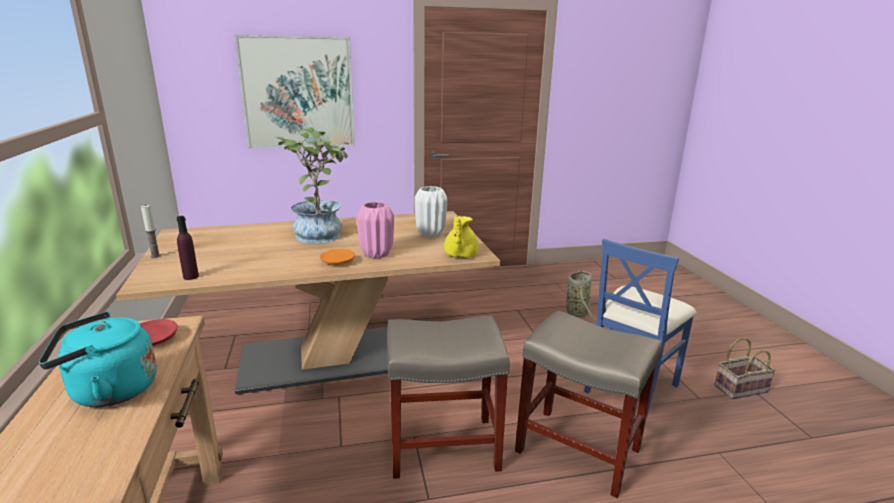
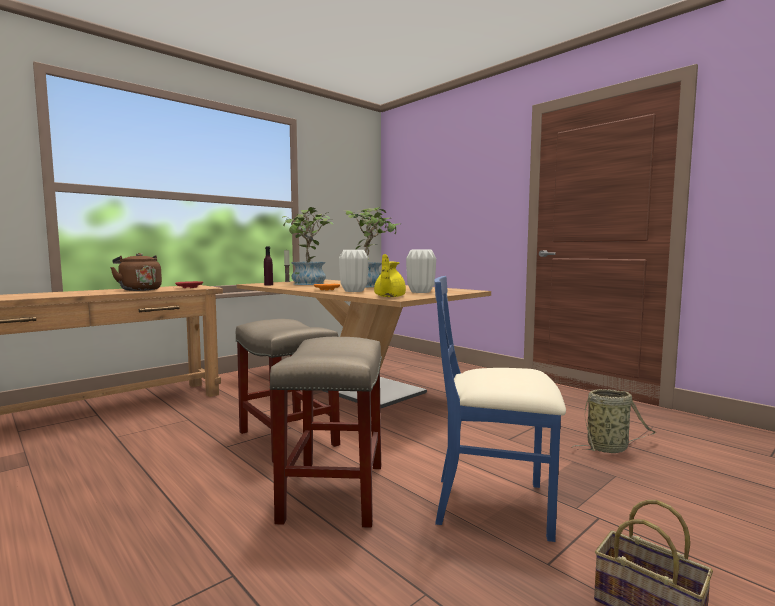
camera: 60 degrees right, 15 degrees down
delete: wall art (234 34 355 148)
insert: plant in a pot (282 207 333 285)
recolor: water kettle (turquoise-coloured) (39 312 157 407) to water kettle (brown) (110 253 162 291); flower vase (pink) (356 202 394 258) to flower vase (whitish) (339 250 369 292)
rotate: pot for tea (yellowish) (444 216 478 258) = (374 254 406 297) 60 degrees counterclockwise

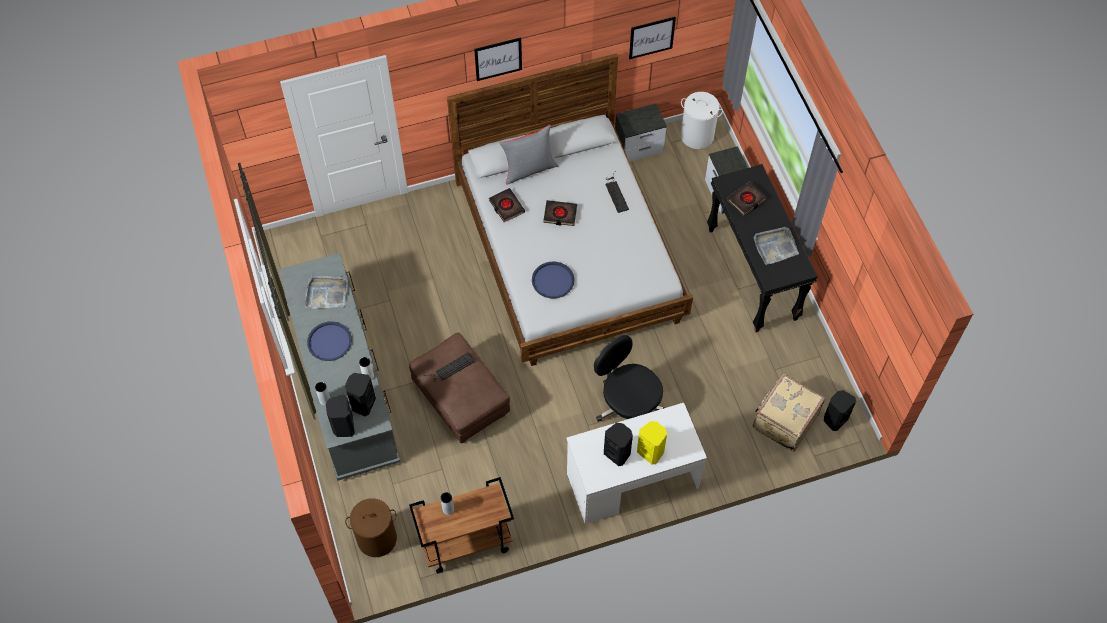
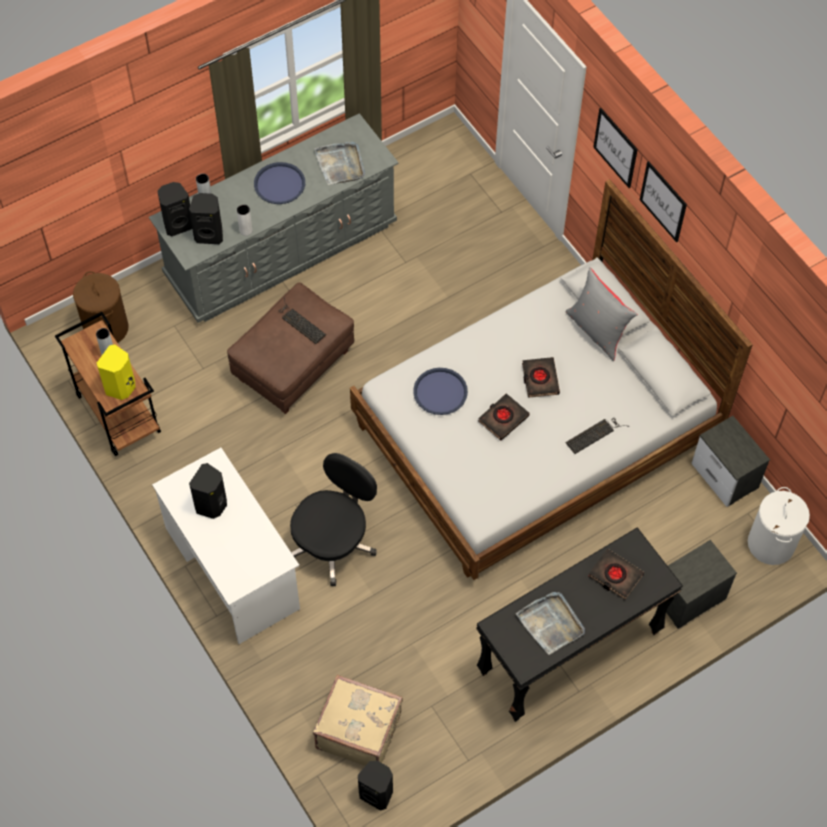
camera: 75 degrees right, 0 degrees up
move: audio speaker (yellowish) (637 421 667 464) to (97 345 135 400); book (black) (489 188 525 222) to (478 393 529 441); wall art (629 17 676 59) to (593 108 638 188)

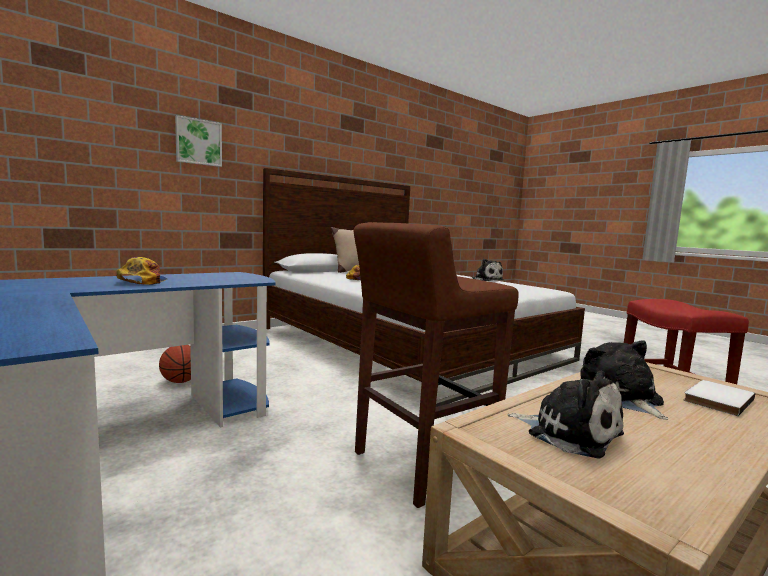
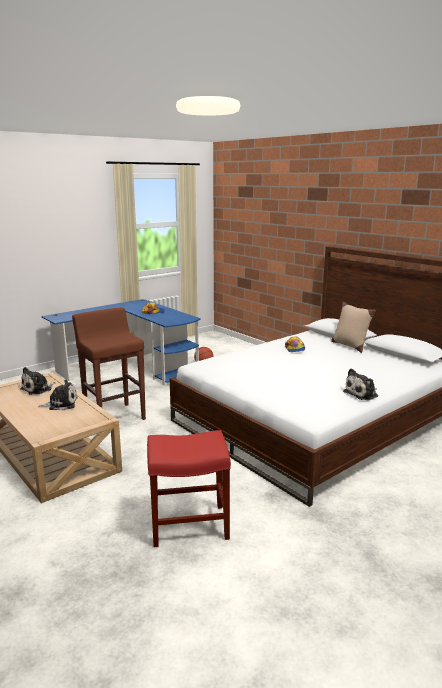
camera: 90 degrees right, 10 degrees up
delete: wall art (175 115 222 167); book (whitish) (684 380 755 416)

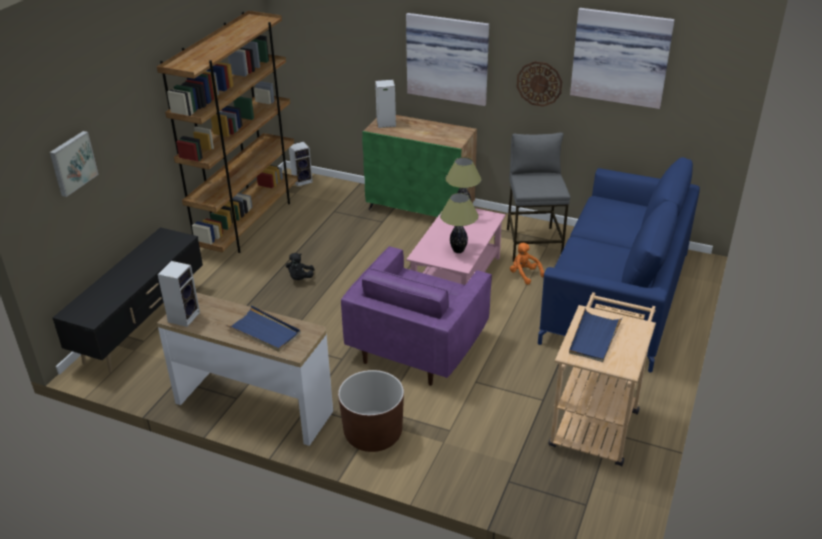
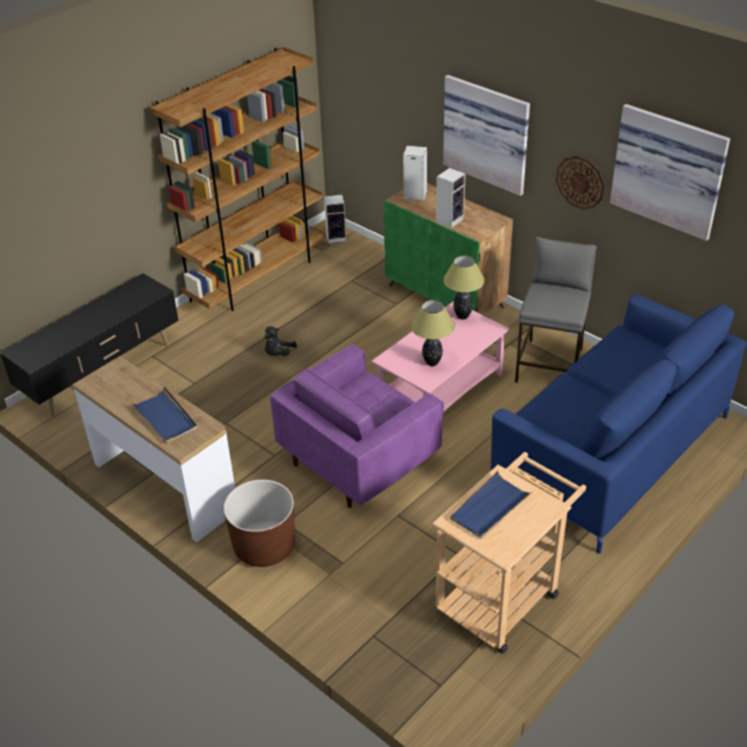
camera: 20 degrees right, 5 degrees up
delete: wall art (49 131 99 197); soft toy (orangey) (510 243 544 285)
move: audio speaker (158 261 200 327) to (436 168 466 228)

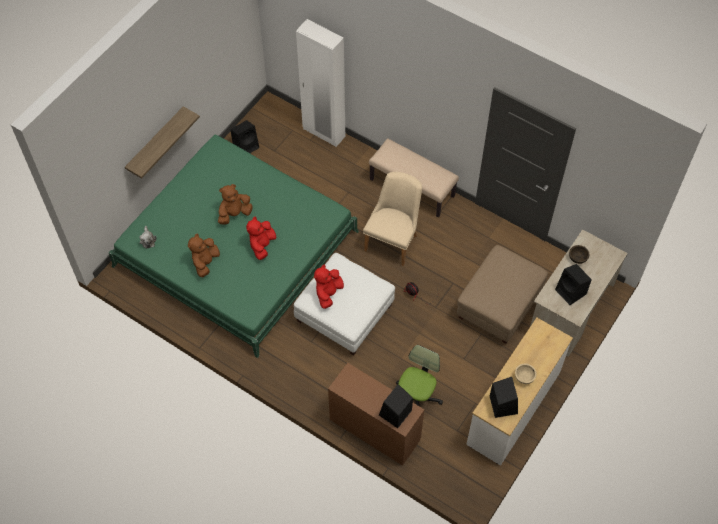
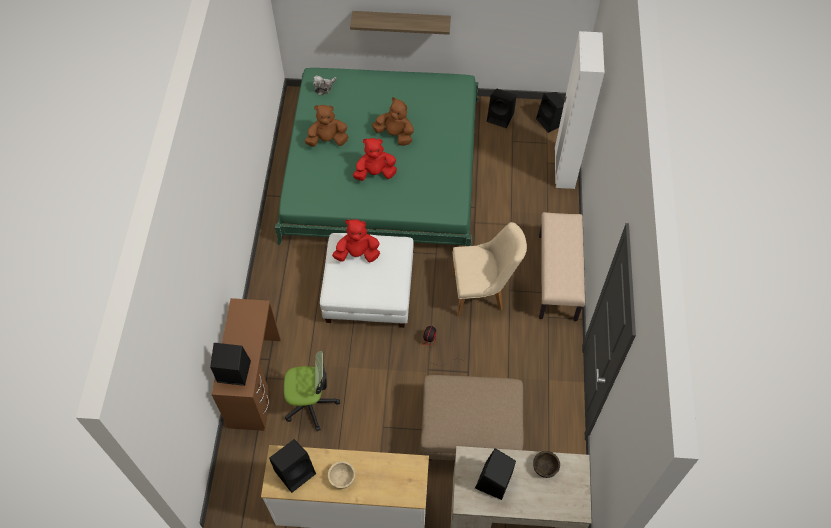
camera: 60 degrees right, 0 degrees up
insert: audio speaker (black) (536 92 564 133)

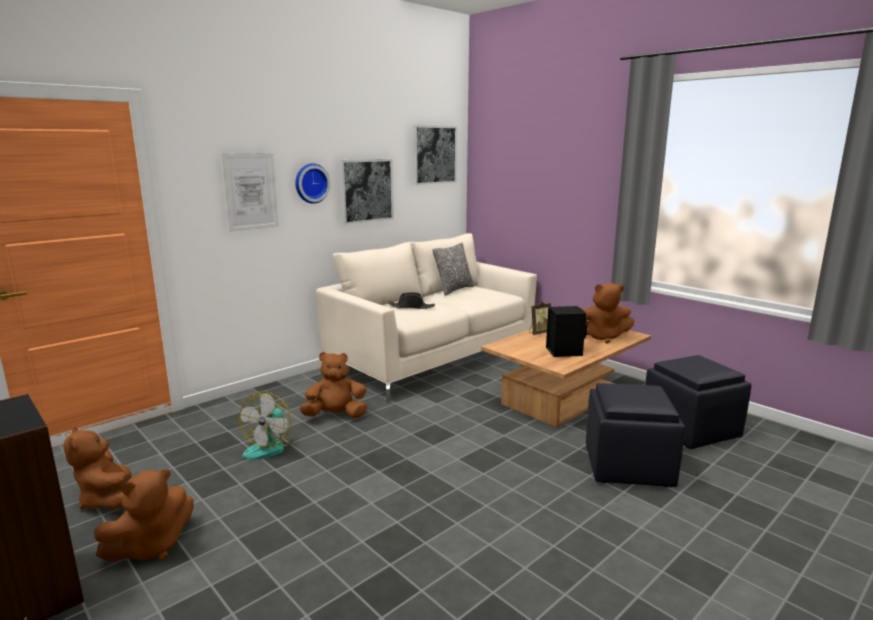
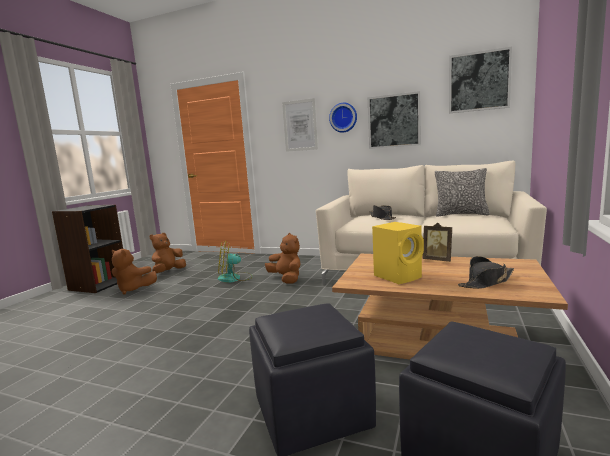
camera: 65 degrees right, 5 degrees down
replace: soft toy (brown) (581 283 634 343) to hat (black) (458 256 514 289)
recolor: audio speaker (black) (546 306 587 357) to audio speaker (yellowish) (372 222 424 284)

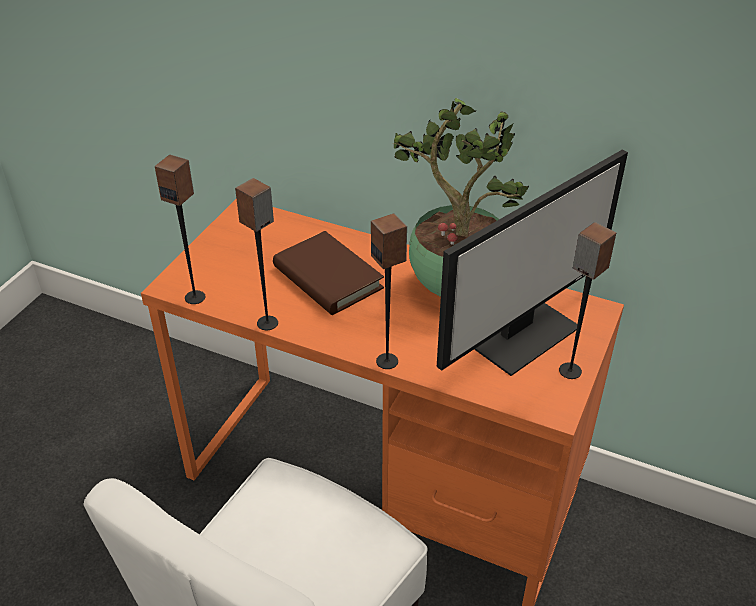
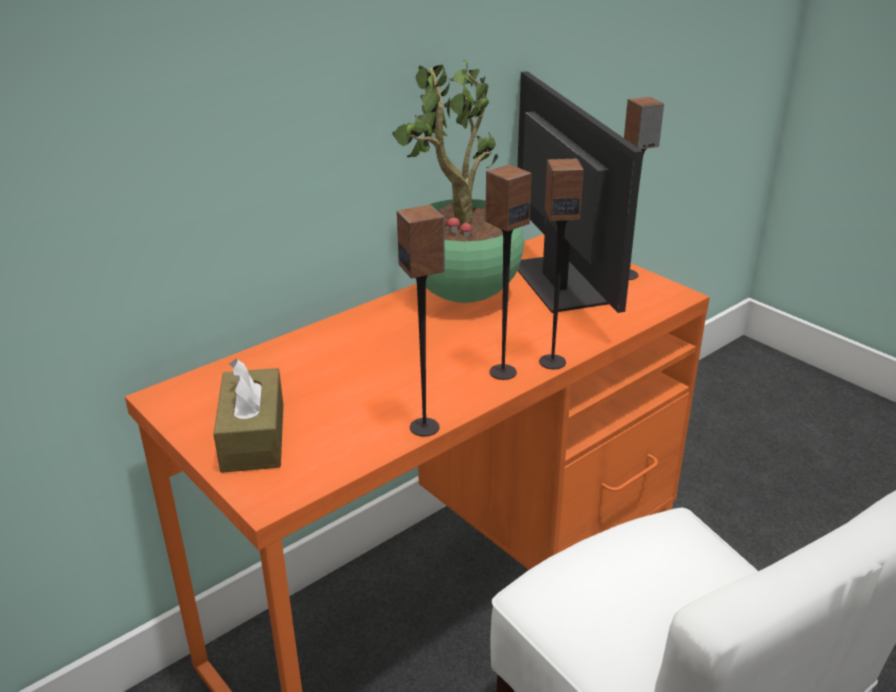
camera: 65 degrees left, 10 degrees down
delete: book (brown) (273 231 384 315)
insert: tissue box (brown) (214 358 283 473)
move: audio speaker (155 155 206 304) to (485 164 532 380)

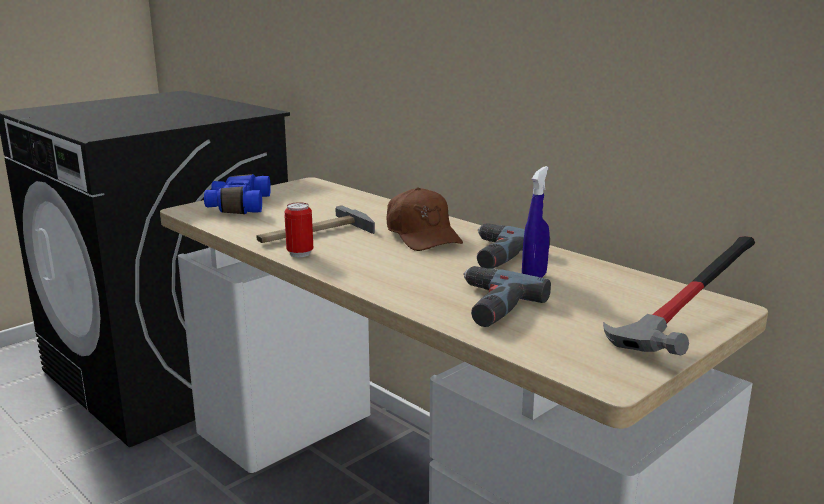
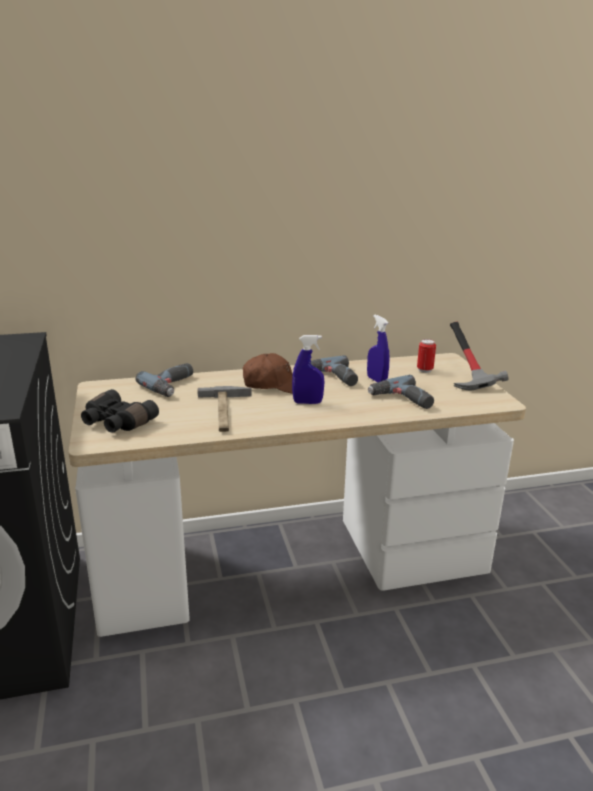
camera: 60 degrees left, 5 degrees up
insert: drill (135 363 193 397); spray bottle (blue-coloured) (292 335 325 404)
move: sealed can (285 202 313 257) to (417 339 436 373)
recolor: field glasses (blue-coloured) (204 174 271 214) to field glasses (black) (81 389 159 433)

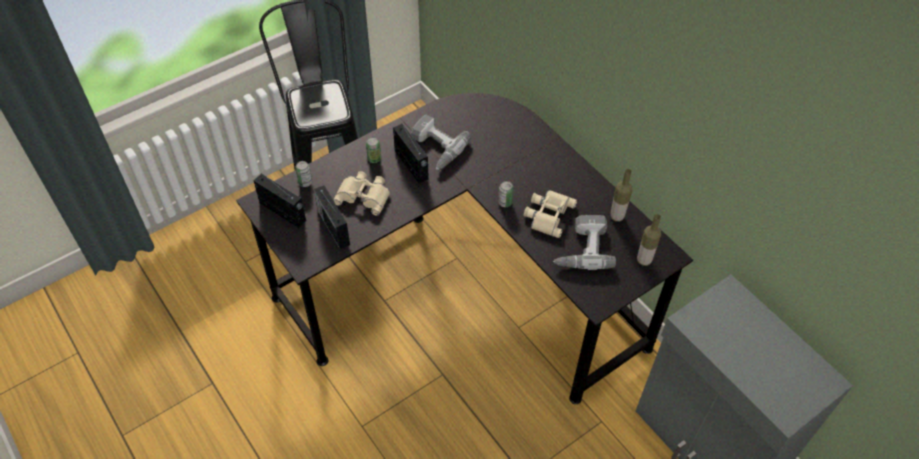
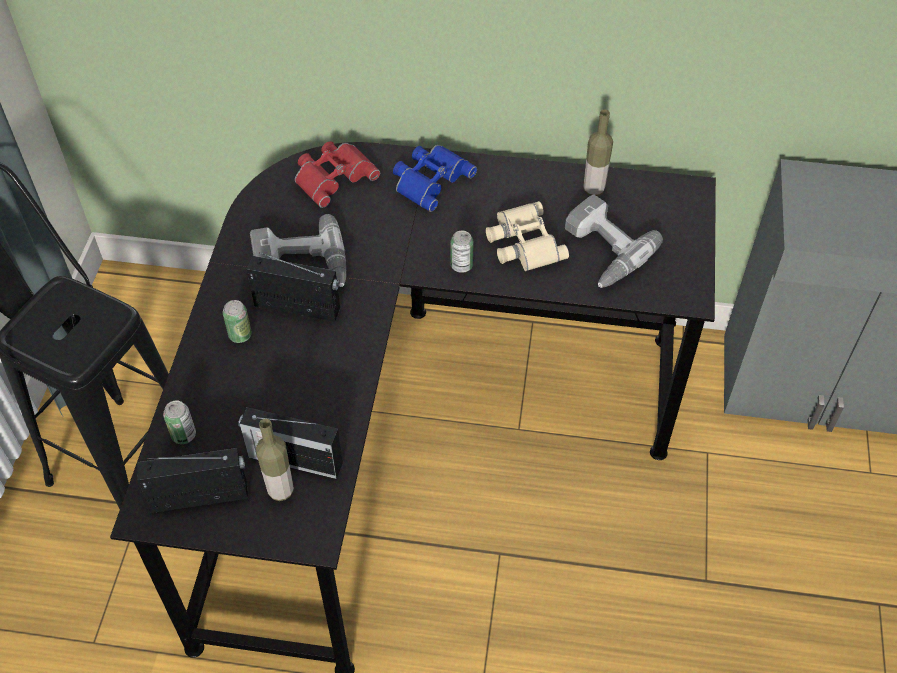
camera: 45 degrees left, 0 degrees up
delete: field glasses (beige-coloured) (333 171 390 216)
insert: field glasses (red-coloured) (295 141 380 208); field glasses (blue-coloured) (393 145 477 212)
move: bottle (637 214 661 266) to (256 418 294 501)

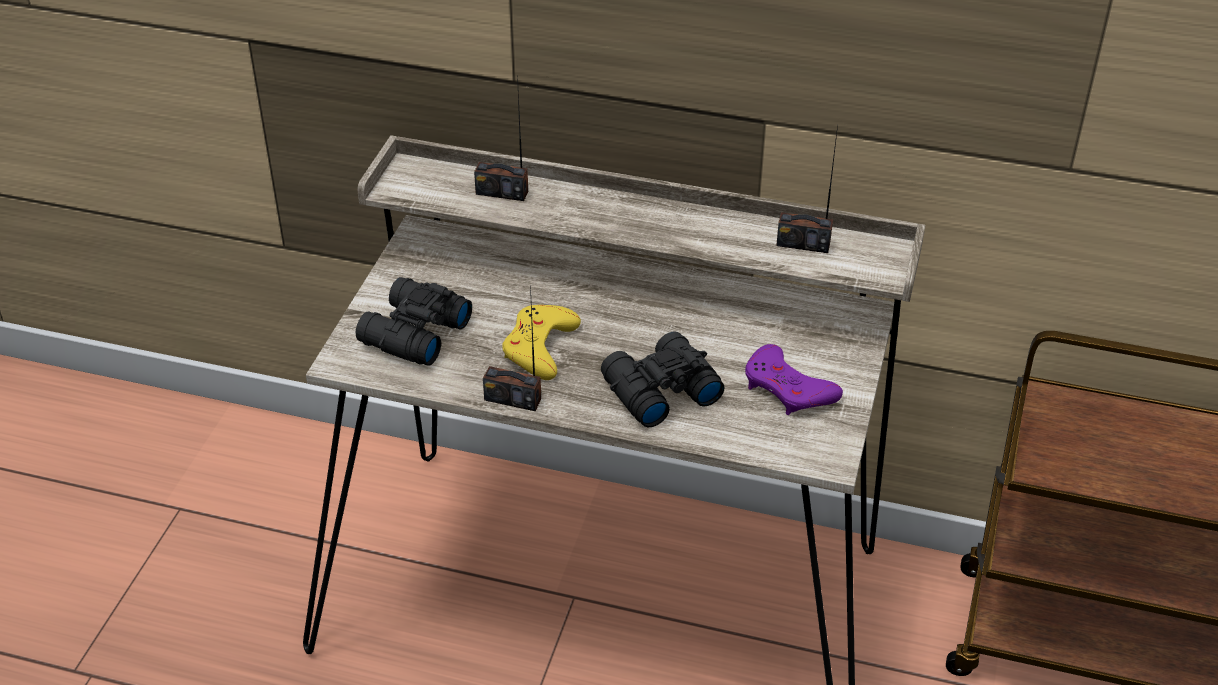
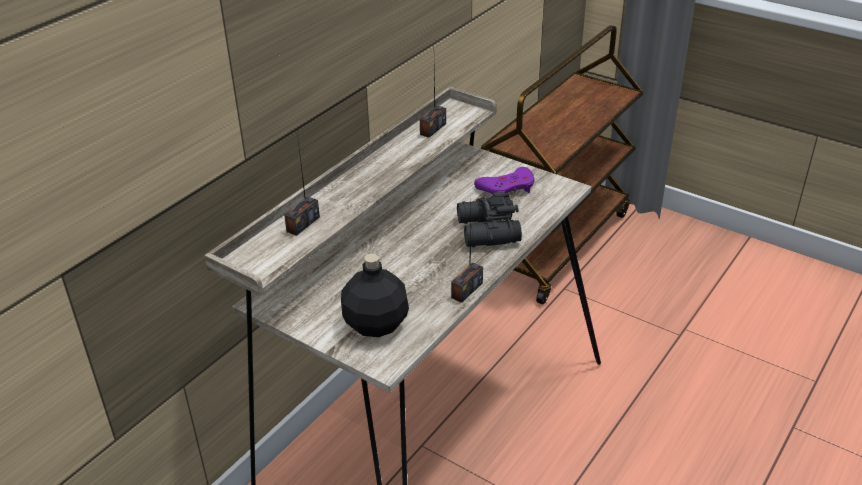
camera: 70 degrees left, 5 degrees down
delete: gamepad (yellowish) (502 305 581 380)
replace: field glasses (black) (356 277 472 366) to bottle (black) (341 253 409 337)

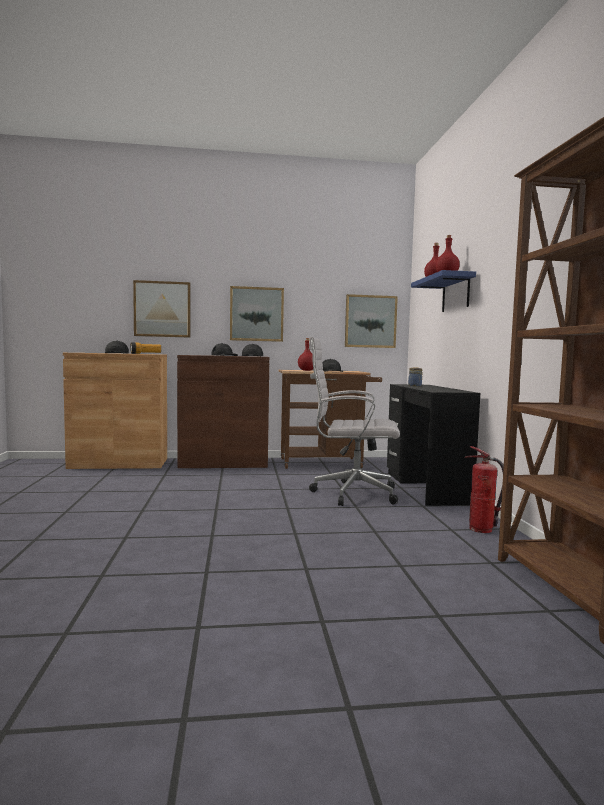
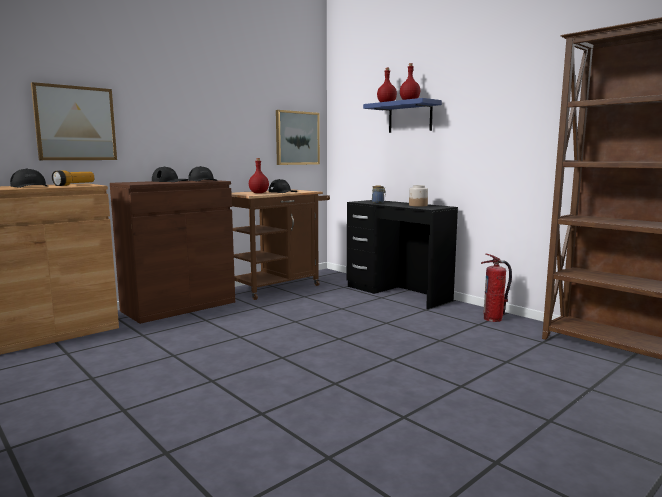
camera: 35 degrees left, 5 degrees up
delete: wall art (230 286 284 342); desk chair (whitish) (309 337 400 506)
insert: preserve jar (409 185 428 207)

